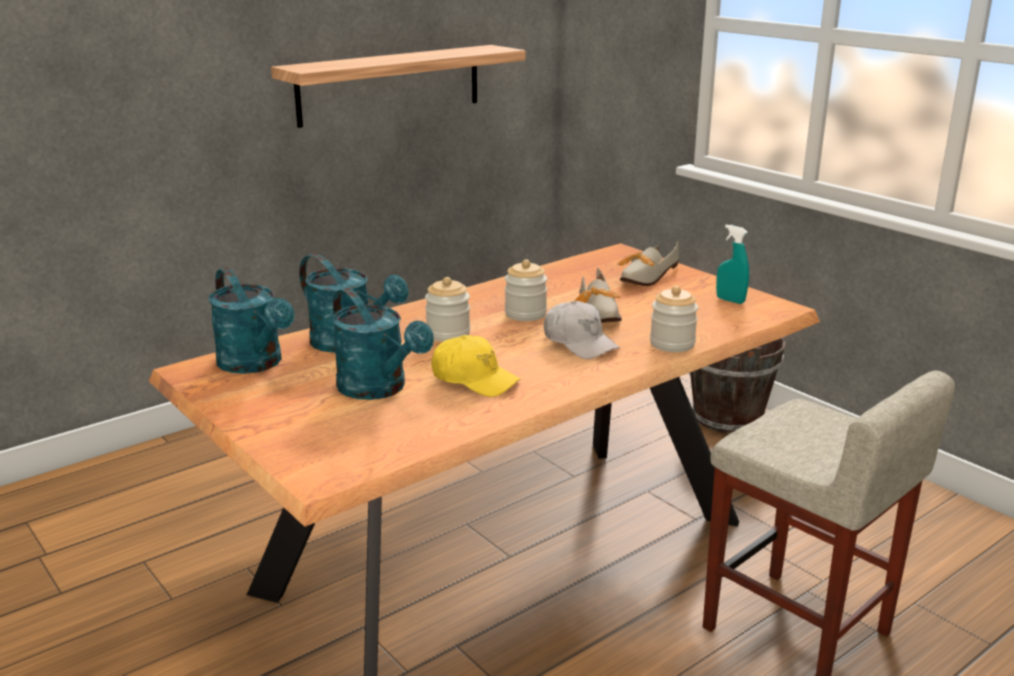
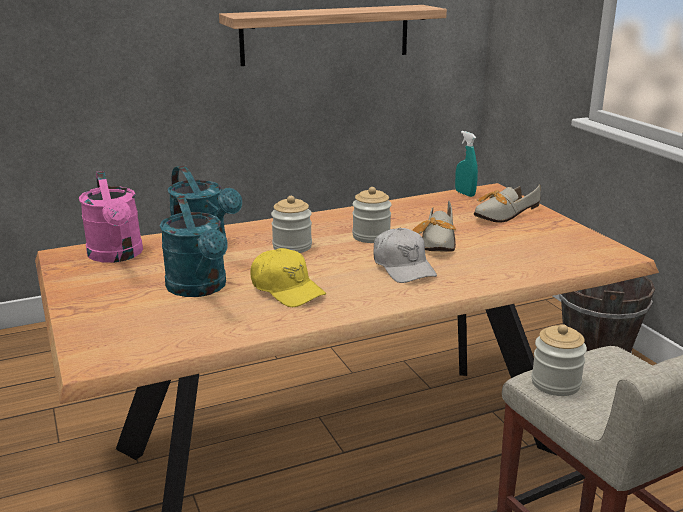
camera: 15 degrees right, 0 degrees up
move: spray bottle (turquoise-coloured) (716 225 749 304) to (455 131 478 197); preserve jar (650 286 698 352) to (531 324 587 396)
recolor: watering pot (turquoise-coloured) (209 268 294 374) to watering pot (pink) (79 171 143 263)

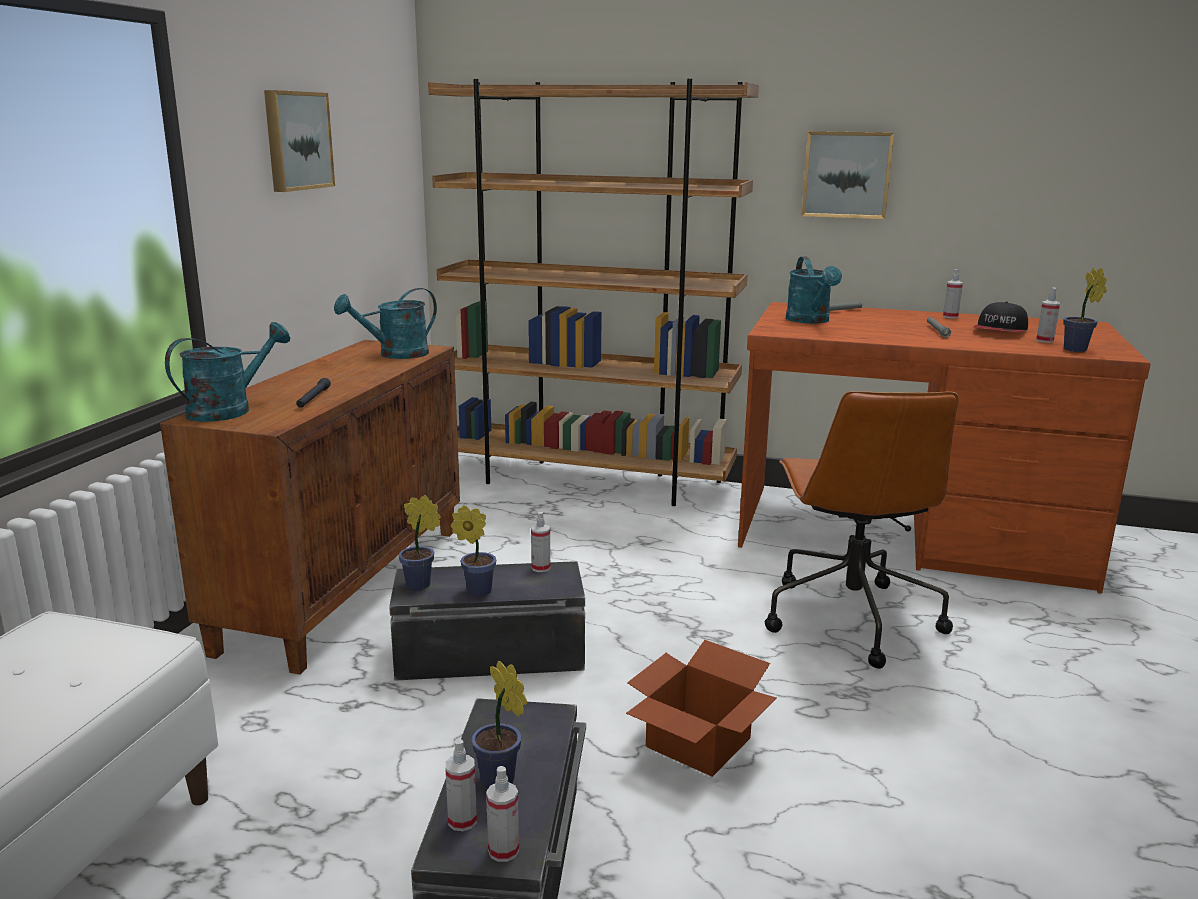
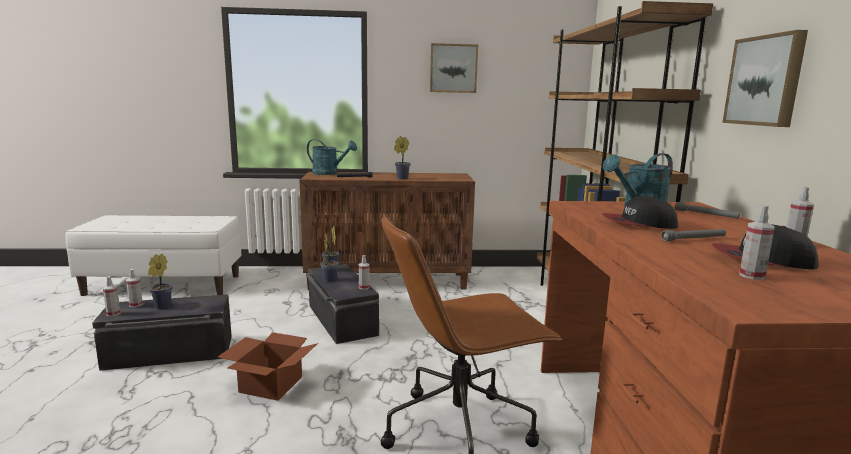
camera: 70 degrees right, 5 degrees down
delete: watering pot (turquoise-coloured) (334 288 437 359)
insert: peaked cap (602 196 678 229)
move: plant in a pot (1063 268 1107 352) to (394 136 411 179)

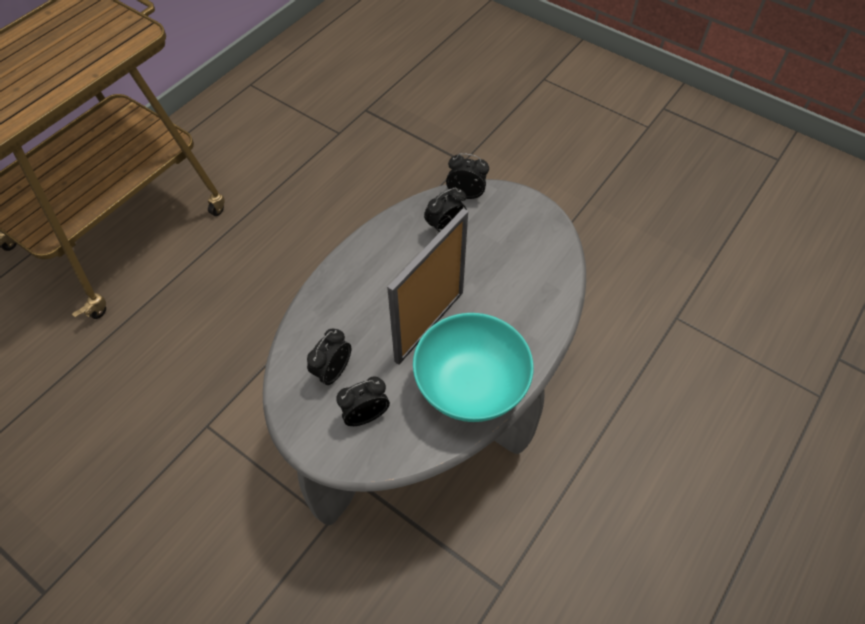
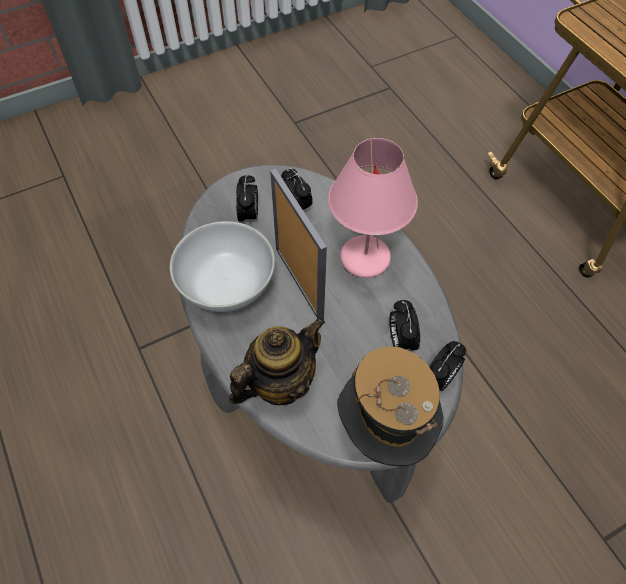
camera: 115 degrees right, 0 degrees up
insert: pot for tea (229 317 325 405); lamp for a table (pink) (328 138 418 278); hat (338 346 444 467)
recolor: bowl (turquoise-coloured) (413 313 534 422) to bowl (whitish) (170 221 275 312)

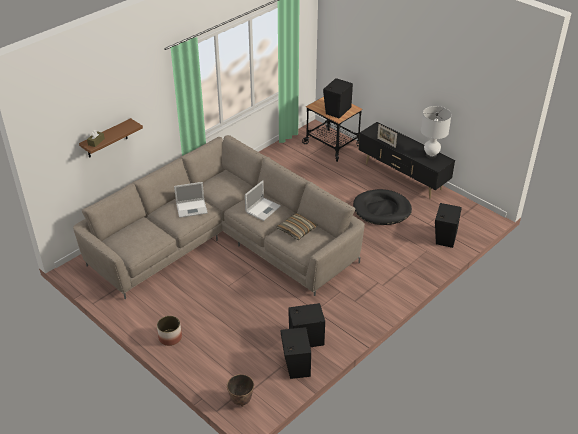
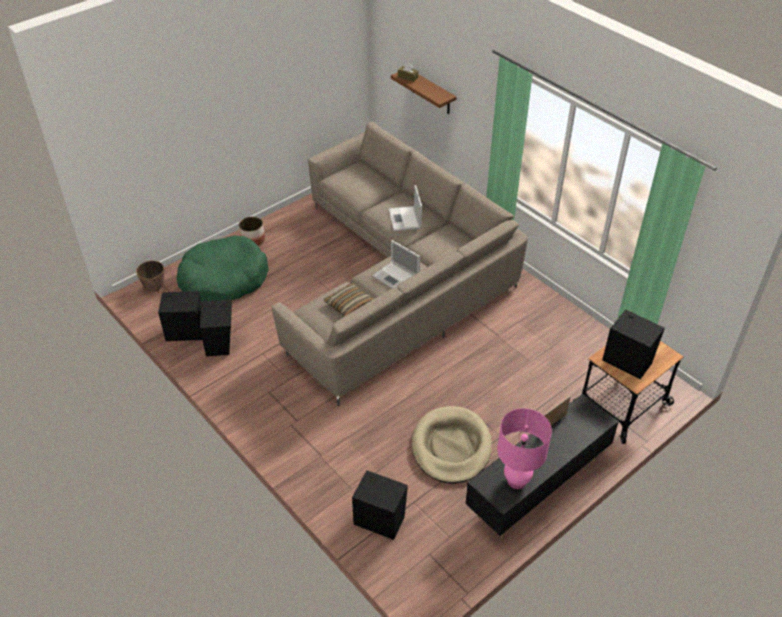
camera: 95 degrees right, 5 degrees up
insert: pet bed (green-coloured) (177 235 269 304)
recolor: pet bed (black) (353 189 412 225) to pet bed (beige-coloured) (412 406 492 484); lamp for a table (whitish) (421 106 452 159) to lamp for a table (pink) (497 408 552 489)

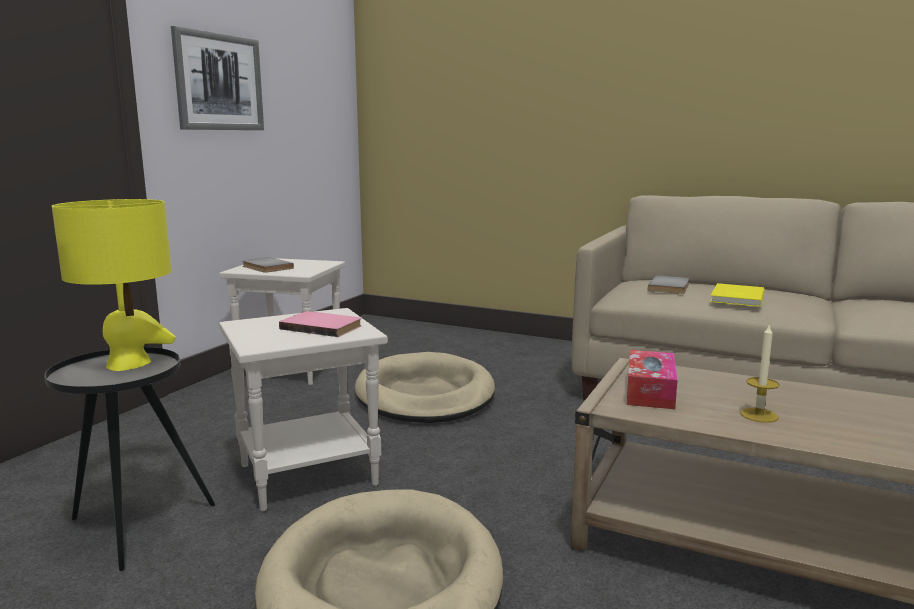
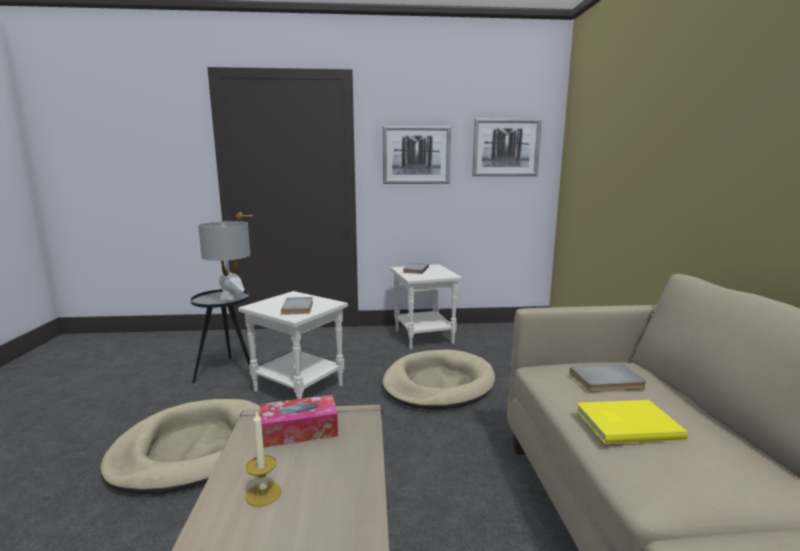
camera: 60 degrees right, 0 degrees up
insert: wall art (472 118 542 176)
recolor: lamp for a table (yellowish) (52 199 176 371) to lamp for a table (gray) (198 221 250 300); book (pink) (279 311 361 337) to book (gray) (281 297 313 315)

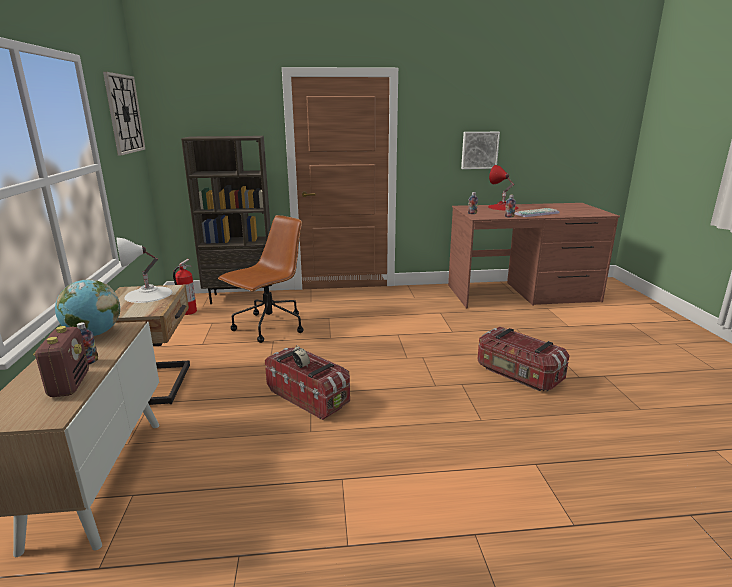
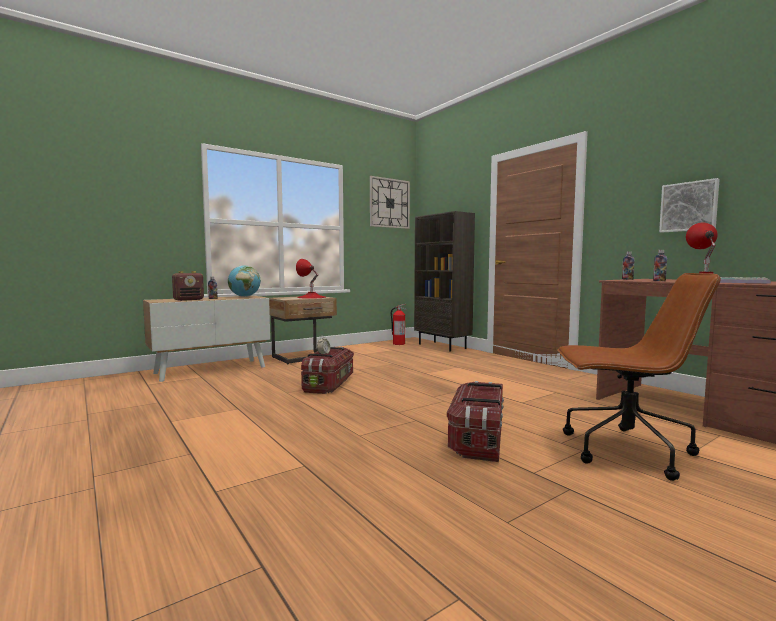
camera: 60 degrees right, 15 degrees down
move: desk chair (brown) (218 215 304 343) to (557 273 721 481)
recolor: lamp for a table (whitish) (116 238 172 303) to lamp for a table (red-coloured) (296 259 326 299)

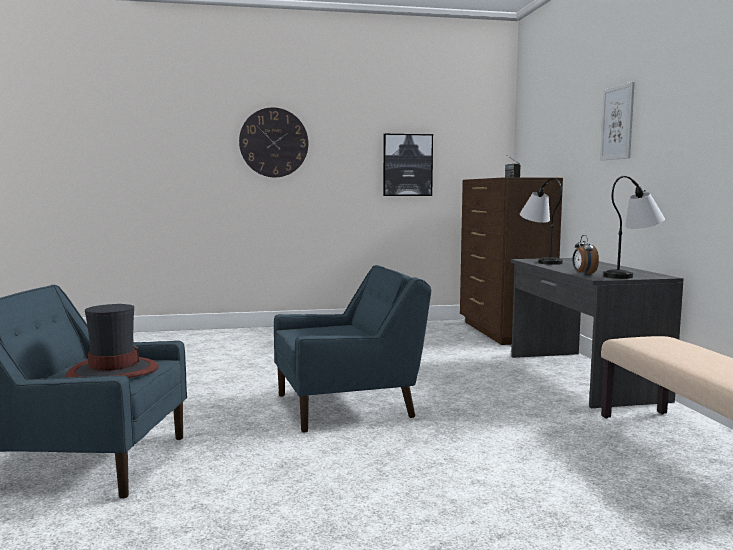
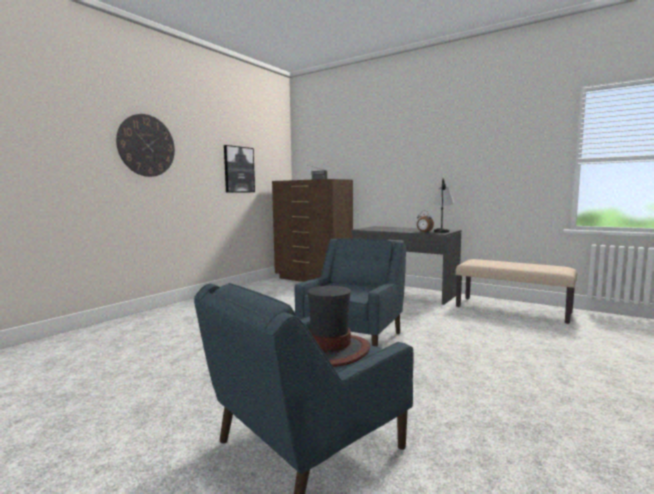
camera: 45 degrees left, 0 degrees up
delete: lamp for a table (520 178 563 265); wall art (600 82 635 161)

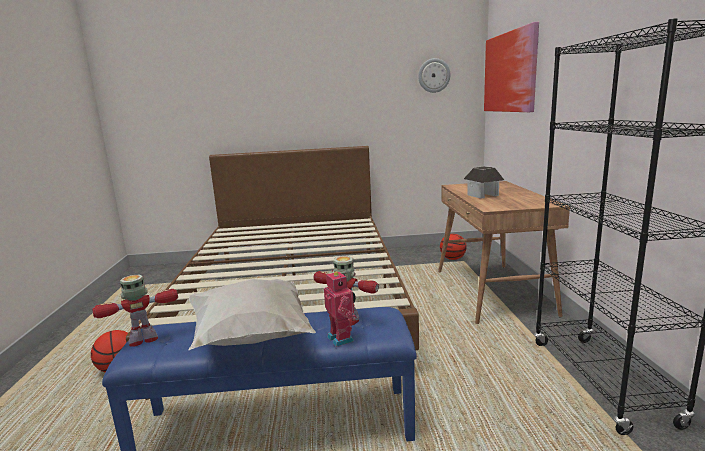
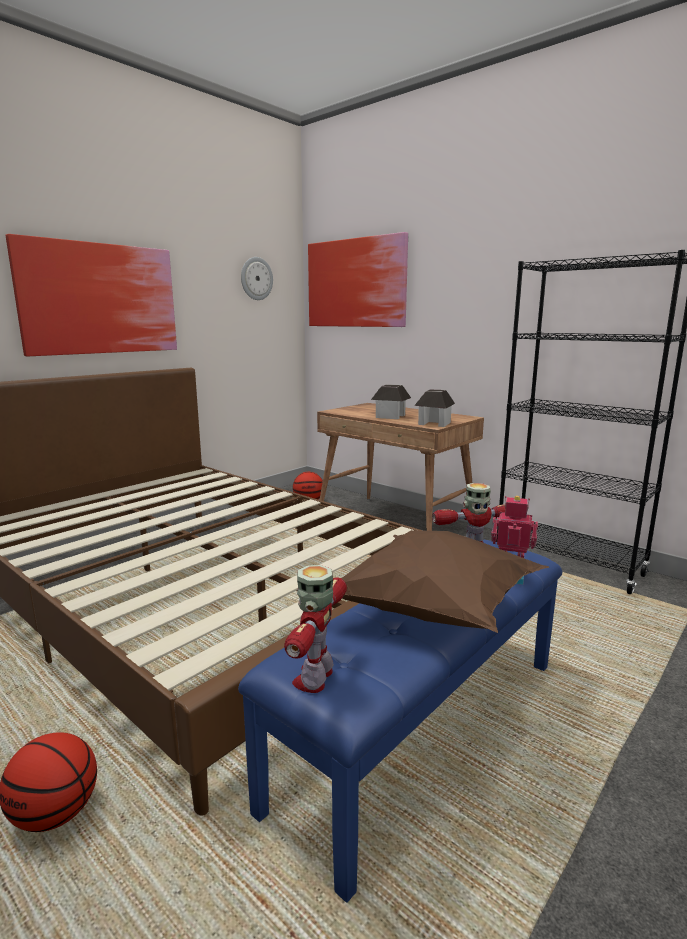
camera: 45 degrees left, 0 degrees up
insert: wall art (6 234 177 356); toy house (414 390 455 427)
recolor: cushion (whitish) (188 279 316 350) to cushion (brown) (341 530 549 633)

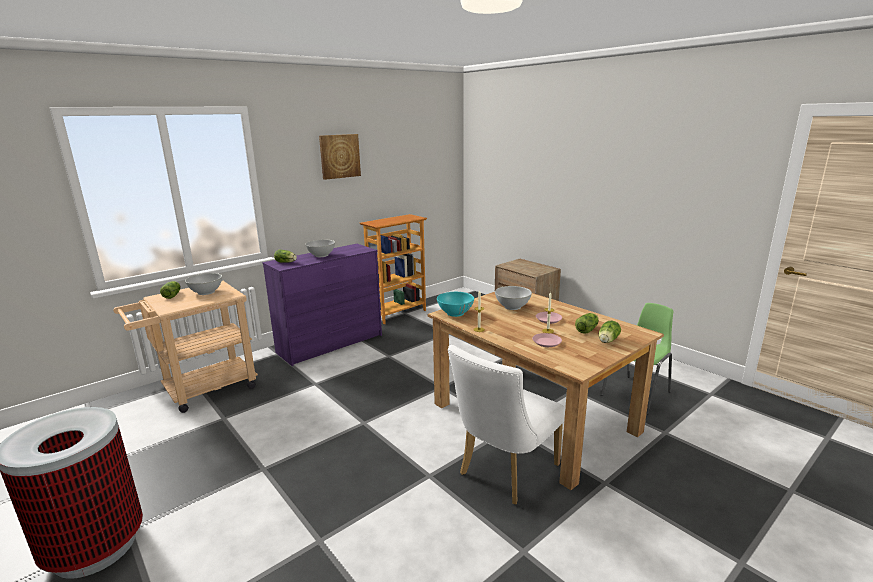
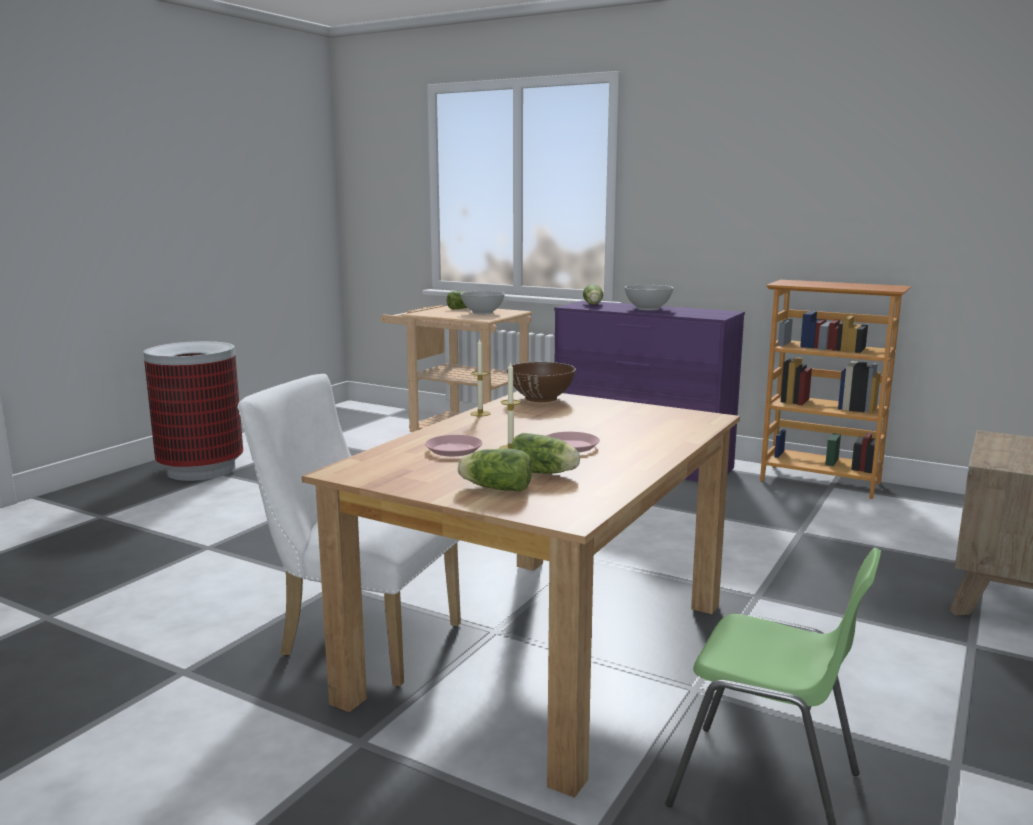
camera: 70 degrees right, 5 degrees down
delete: wall art (319 134 361 180); bowl (whitish) (495 286 532 310)
recolor: bowl (turquoise-coloured) (437 292 474 317) to bowl (brown) (507 362 576 402)

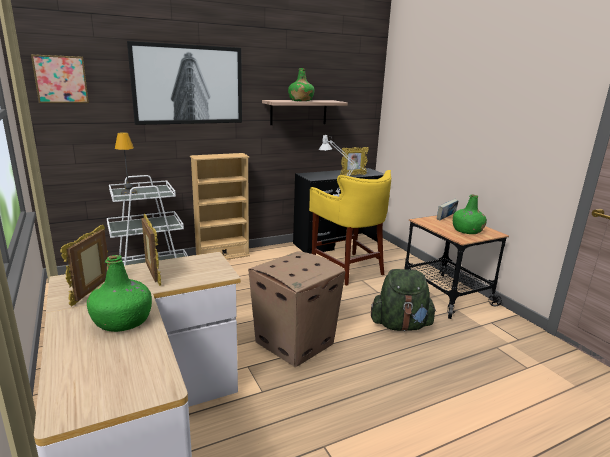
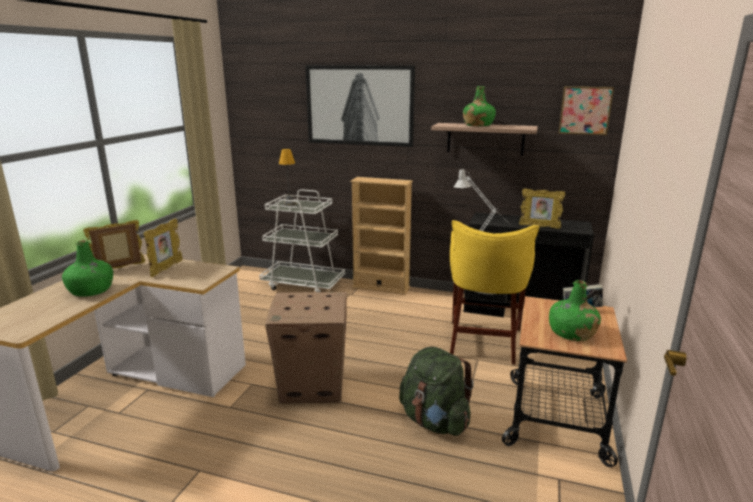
camera: 45 degrees right, 0 degrees up
move: wall art (31 54 89 103) to (559 86 614 135)

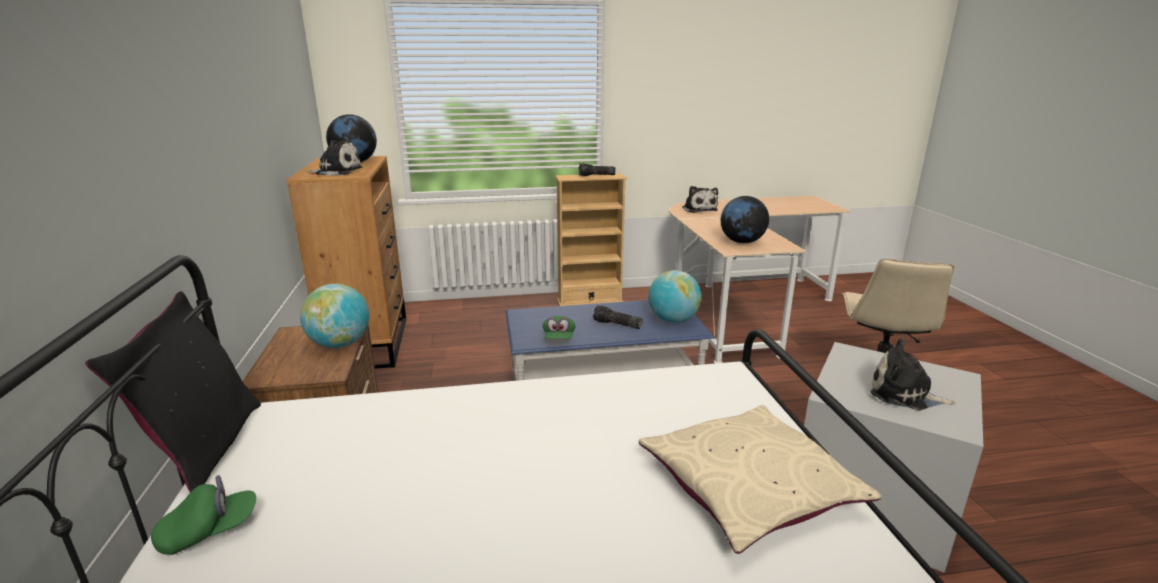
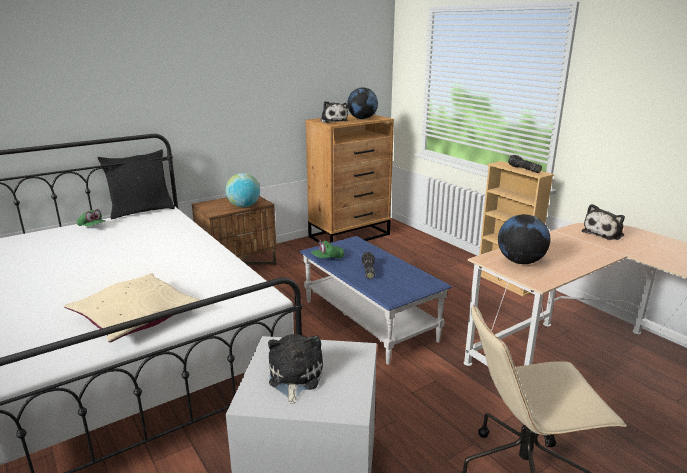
camera: 65 degrees right, 0 degrees up
delete: world globe (648 270 702 323)

